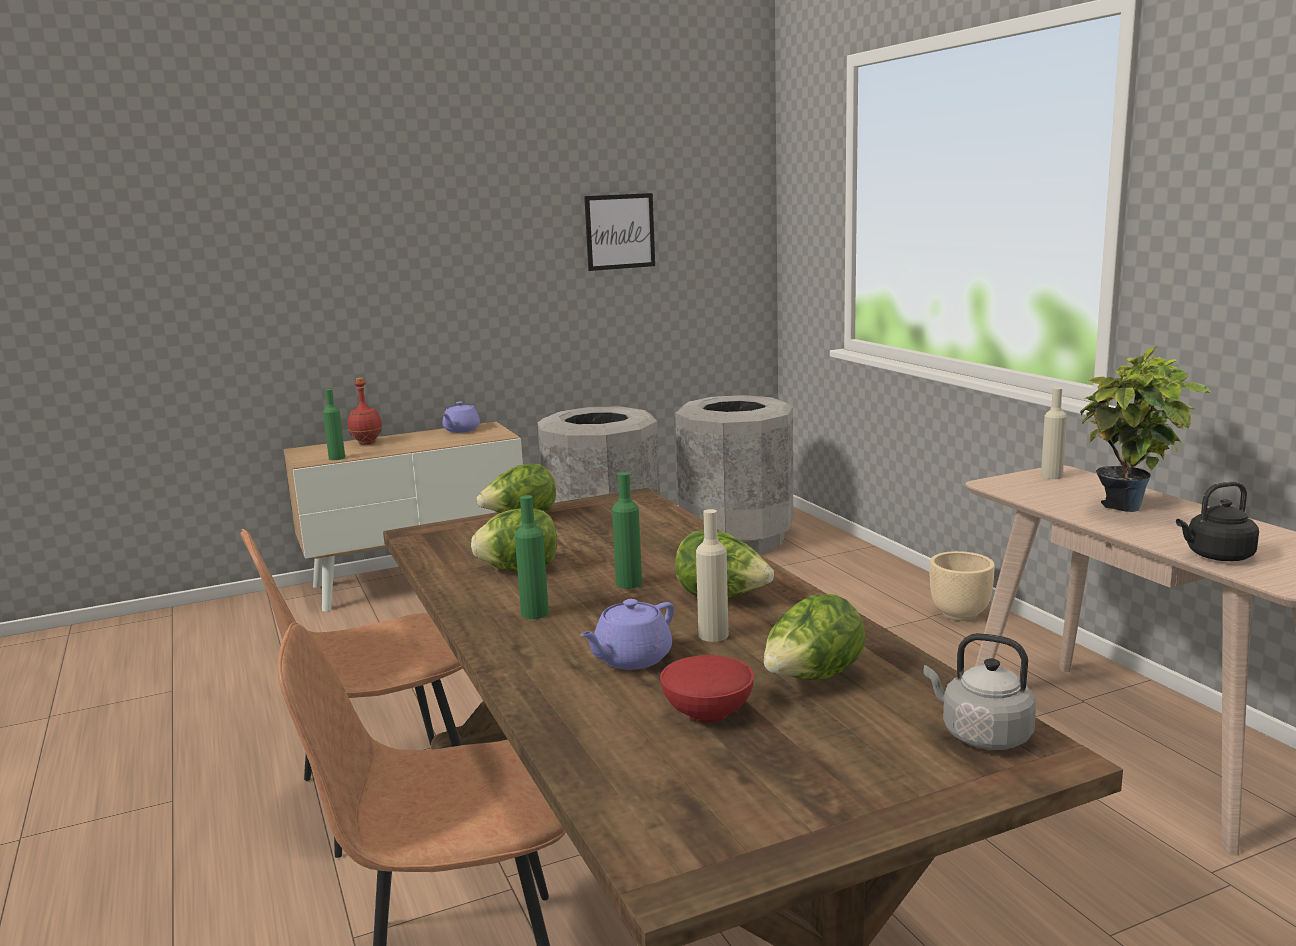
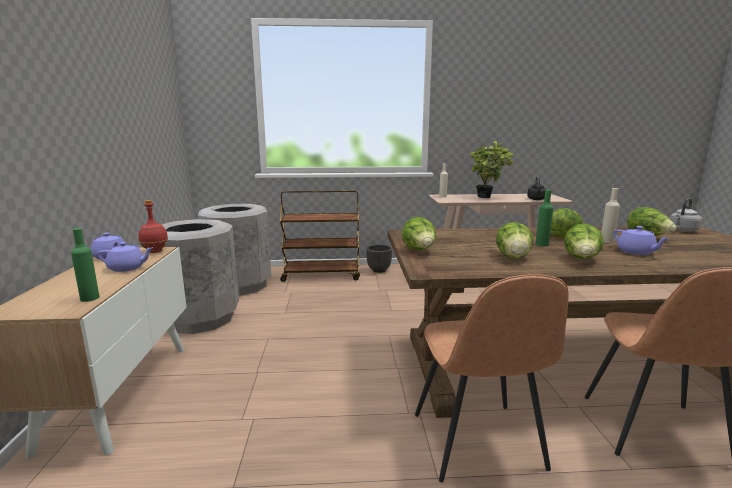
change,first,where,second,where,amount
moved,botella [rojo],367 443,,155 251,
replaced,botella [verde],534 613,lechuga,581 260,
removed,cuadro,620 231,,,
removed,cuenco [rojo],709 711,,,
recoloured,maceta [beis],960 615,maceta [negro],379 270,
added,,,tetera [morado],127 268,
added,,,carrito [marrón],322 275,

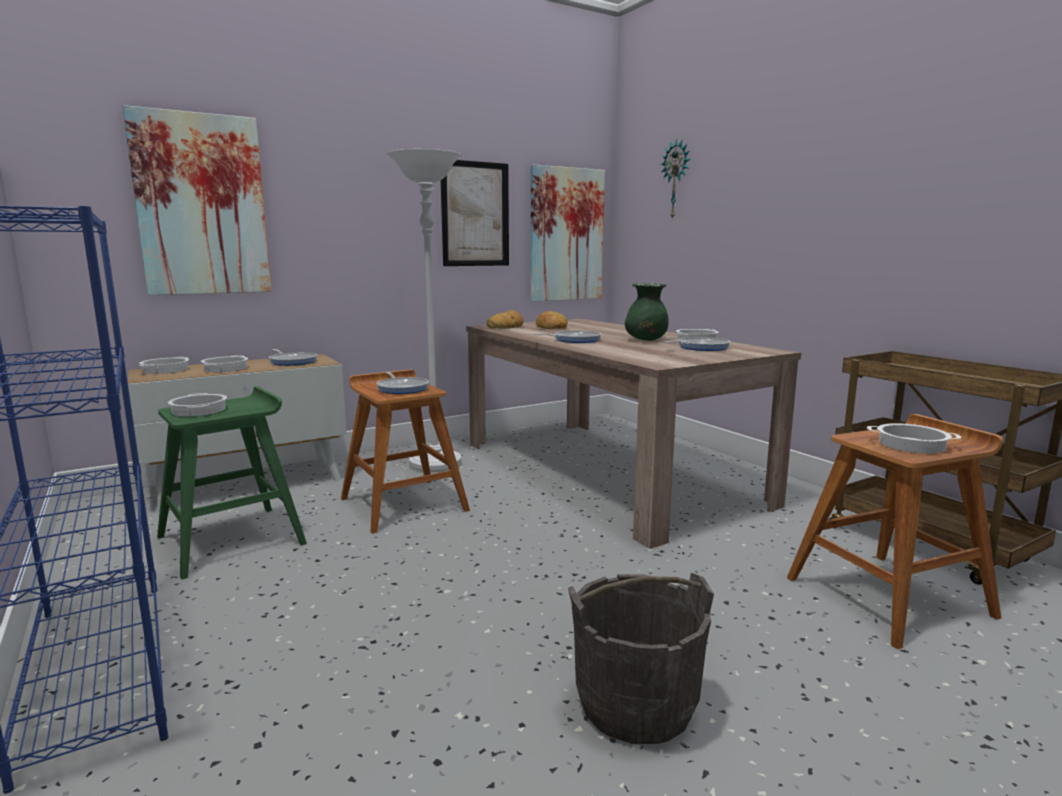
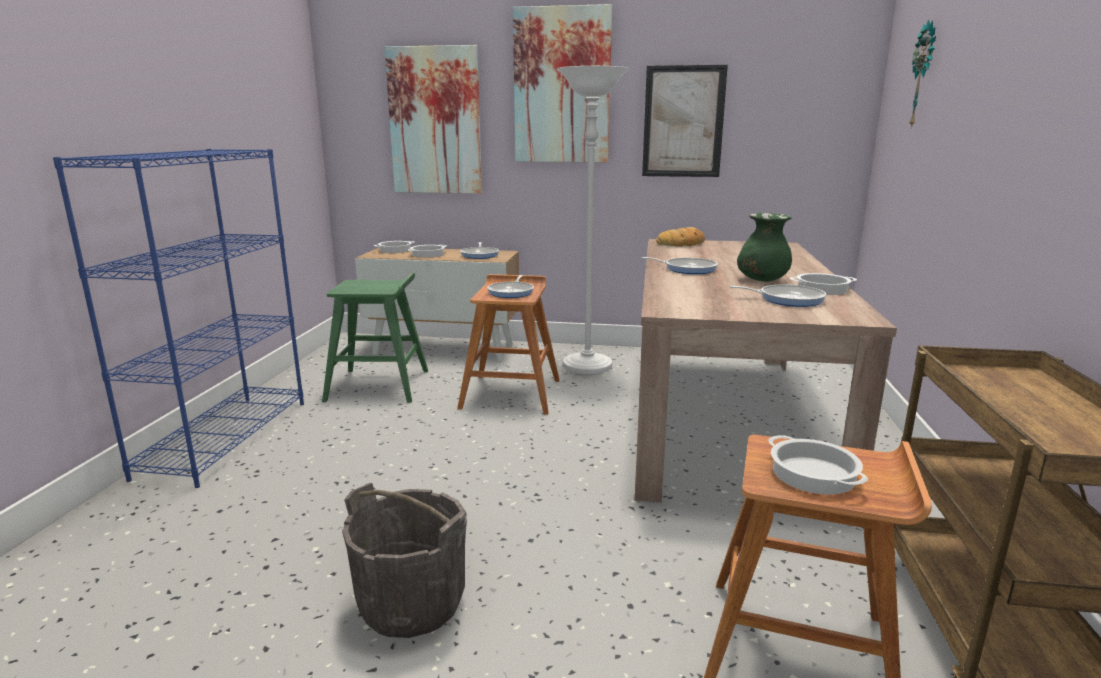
change,first,where,second,where,amount
removed,olla,199 410,,,
moved,cuadro,566 235,,562 86,
removed,pan,551 327,,,

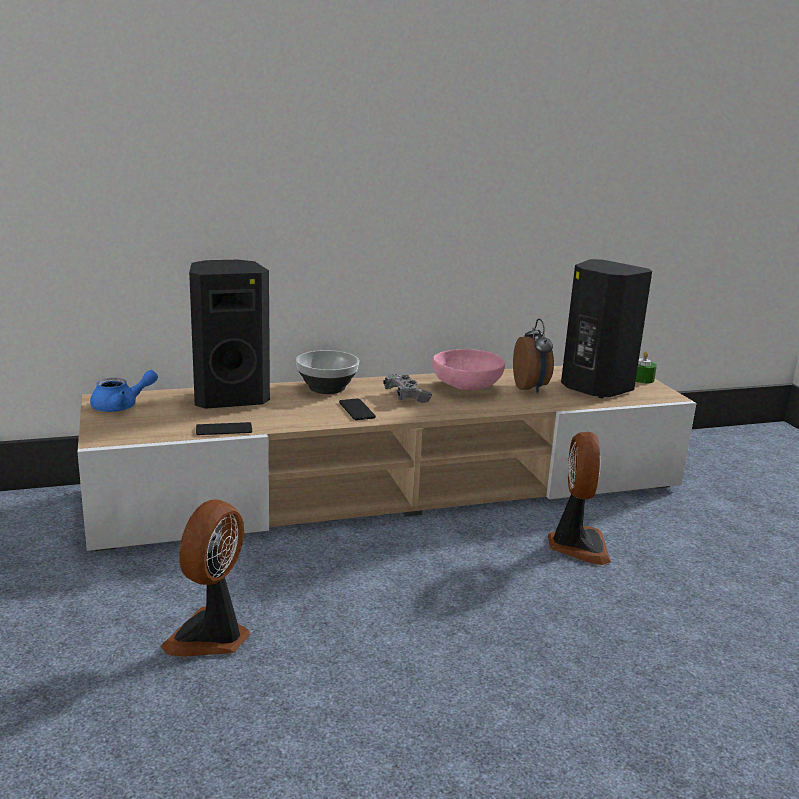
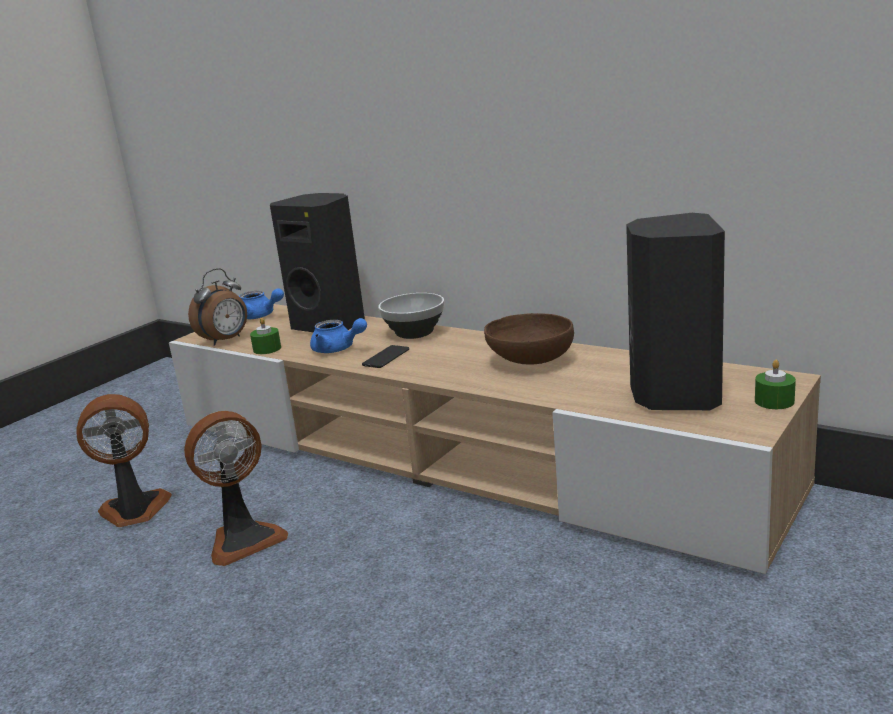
change,first,where,second,where,amount
replaced,móvil,224 429,vela [verde],267 349,
removed,mando de consola [gris],406 396,,,
recoloured,cuenco [rosa],466 388,cuenco [marrón],529 361,
moved,despertador,531 388,,226 340,
moved,ventilador,577 545,,243 539,
added,,,tetera [azul],337 349,

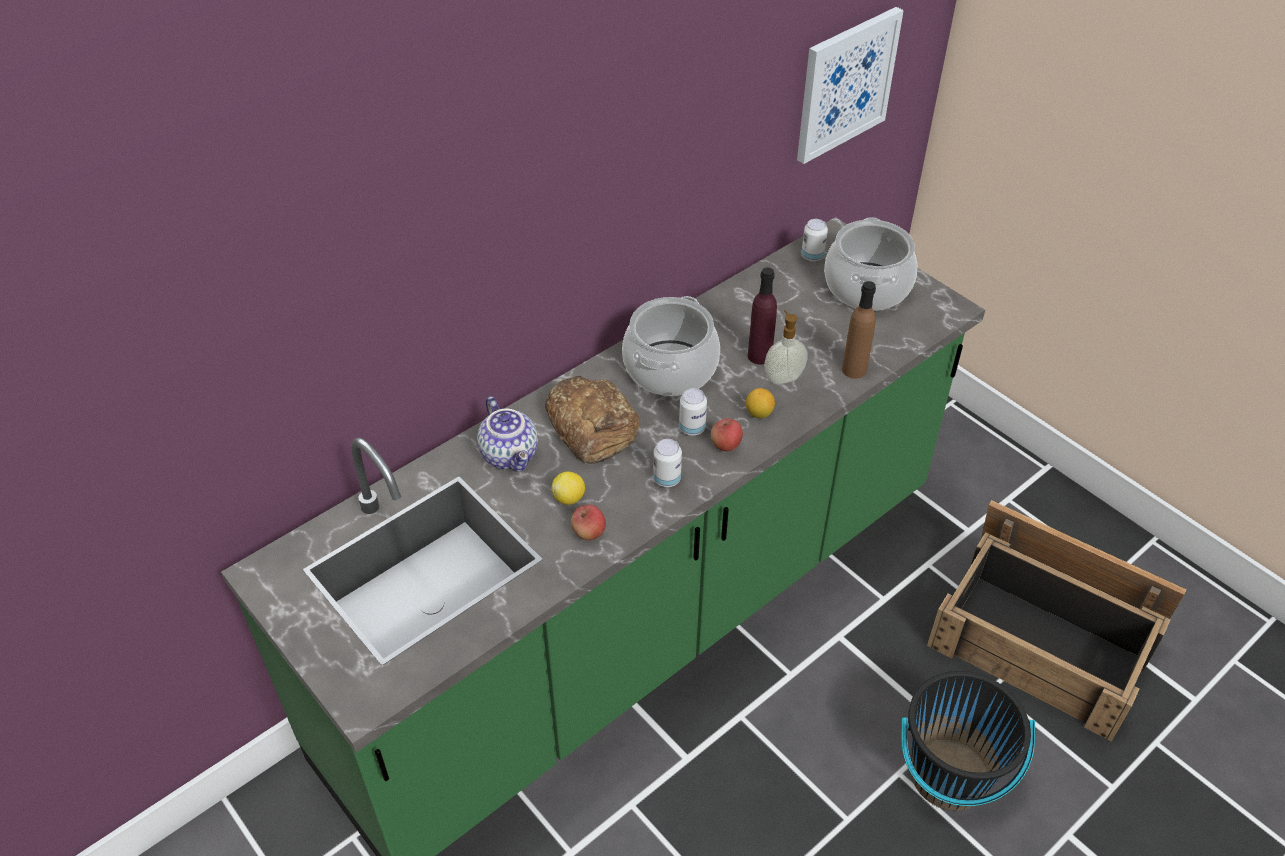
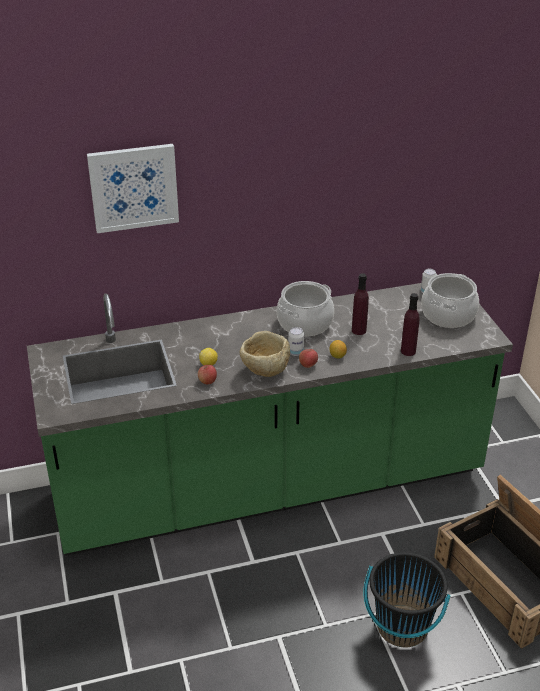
change,first,where,second,where,amount
removed,tetera,511 455,,,
removed,pan,592 426,,,
replaced,lata,667 479,cuenco [beis],265 370,
removed,dispensador de jabón,783 377,,,
moved,cuadro,845 84,,133 187,
recoloured,botella [marrón],854 370,botella [morado],408 351,

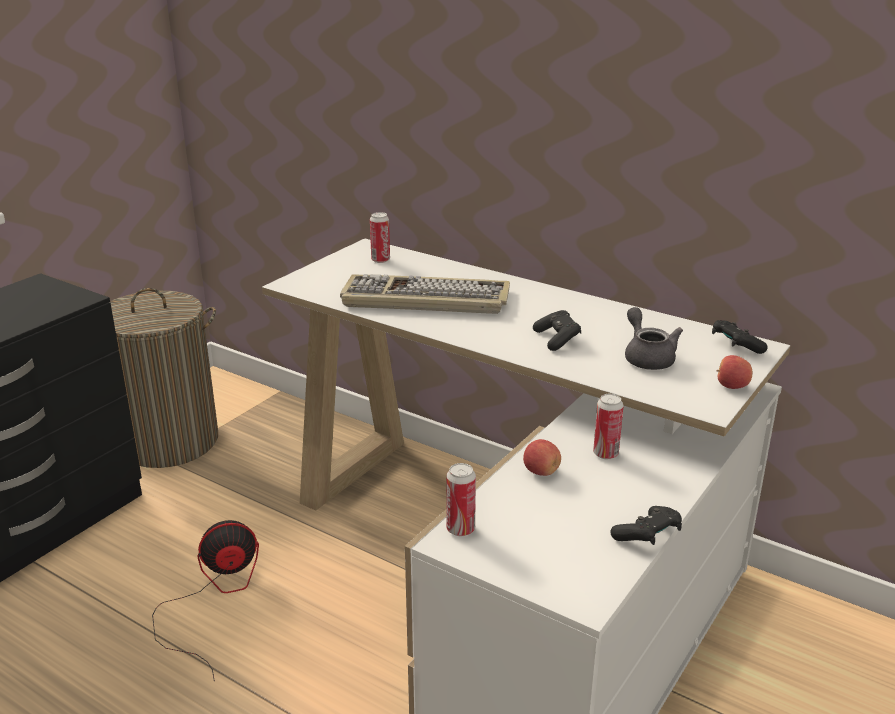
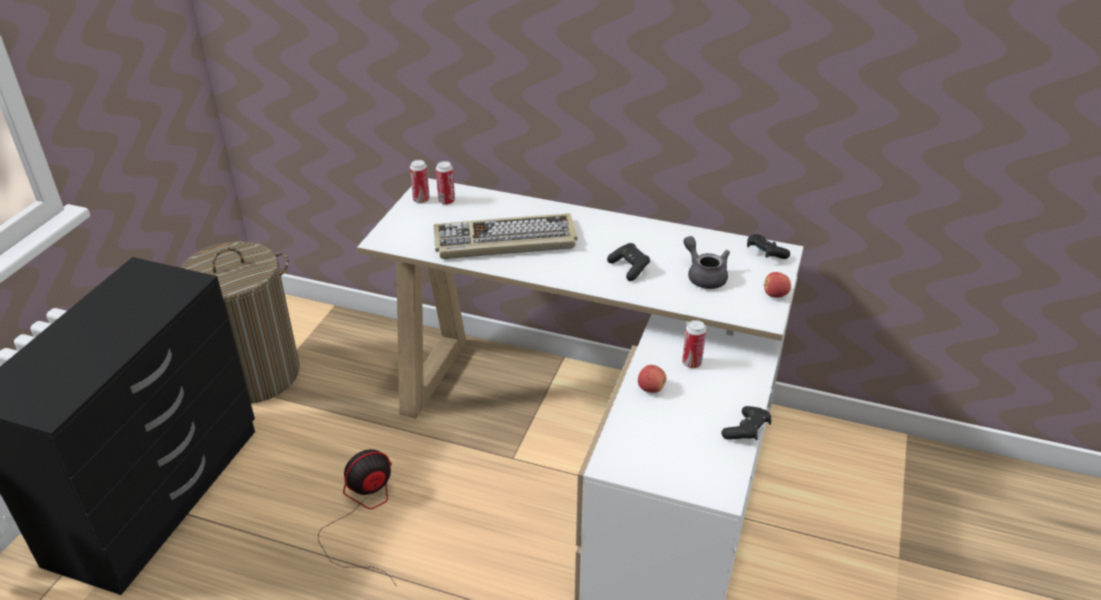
change,first,where,second,where,amount
moved,lata,460 529,,421 200,

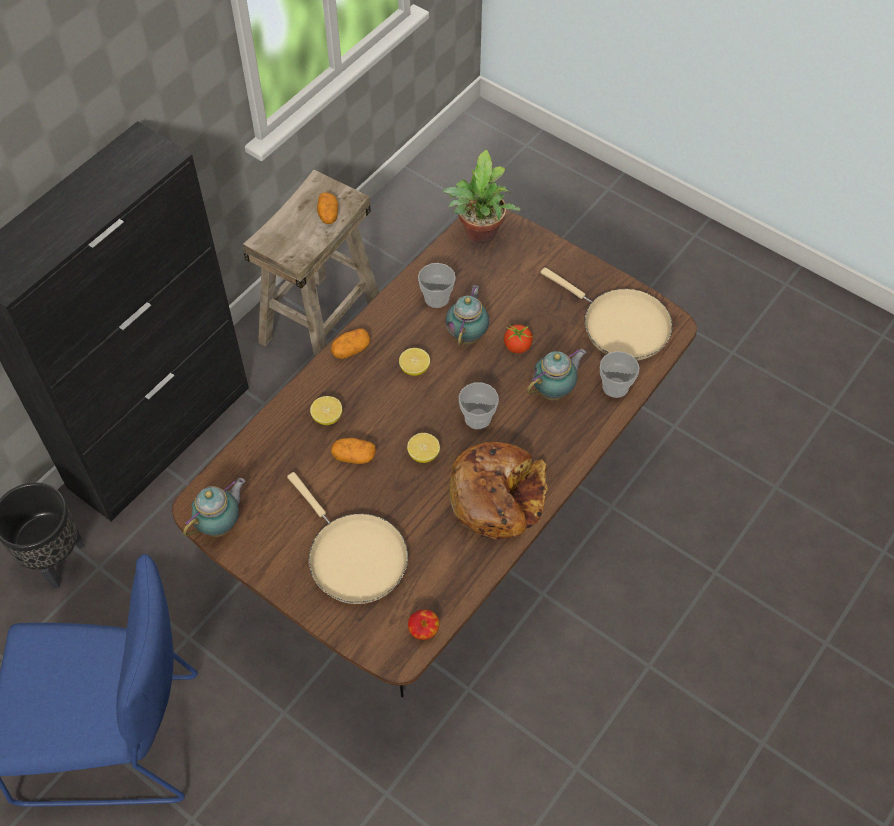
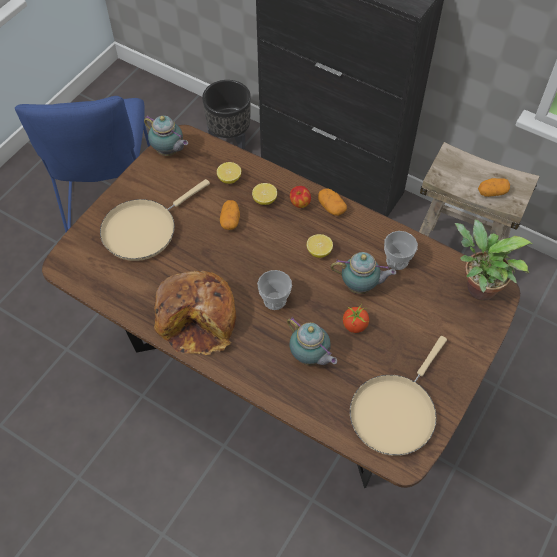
change,first,where,second,where,amount
moved,limón,423 454,,229 179,
moved,manzana,423 631,,300 203,
removed,taza,615 387,,,

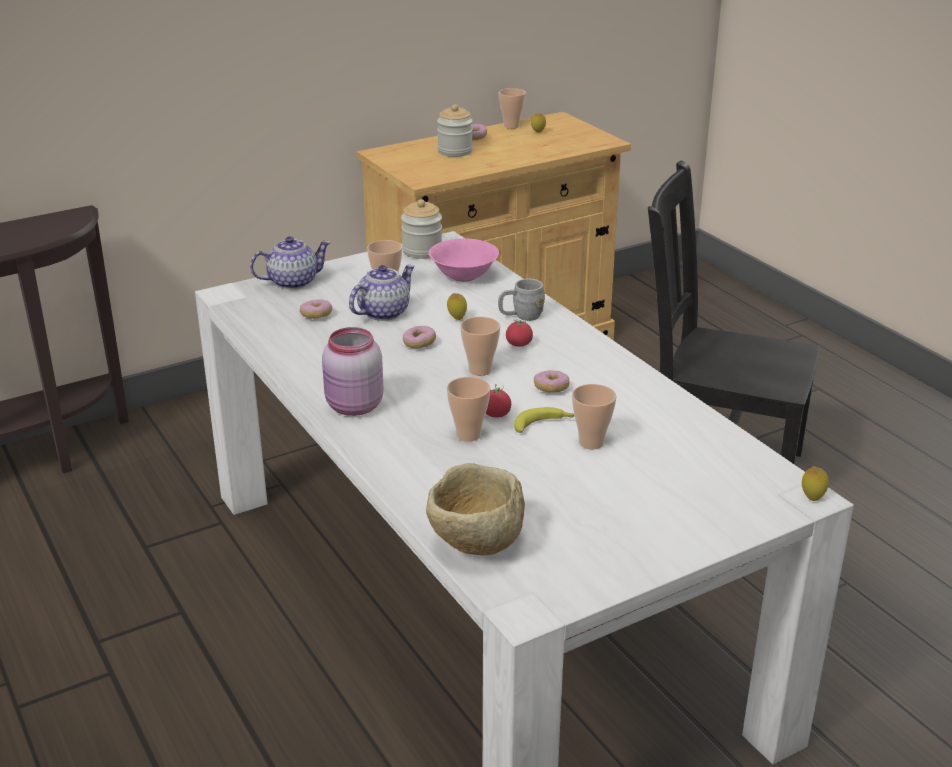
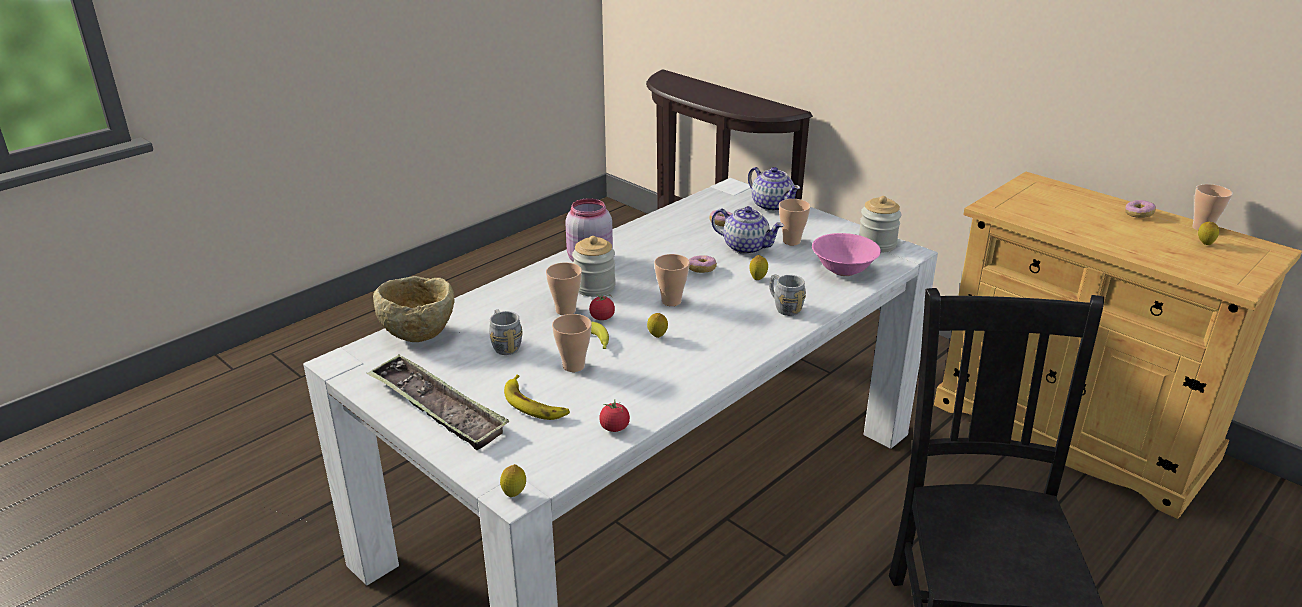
change,first,where,second,where,amount
moved,tarro,455 151,,594 287,
moved,tomate,519 344,,614 427,
replaced,rosquilla,551 388,limón,657 337,
added,,,bandeja,437 408,
added,,,taza grande [gris],504 344,
added,,,plátano,534 404,

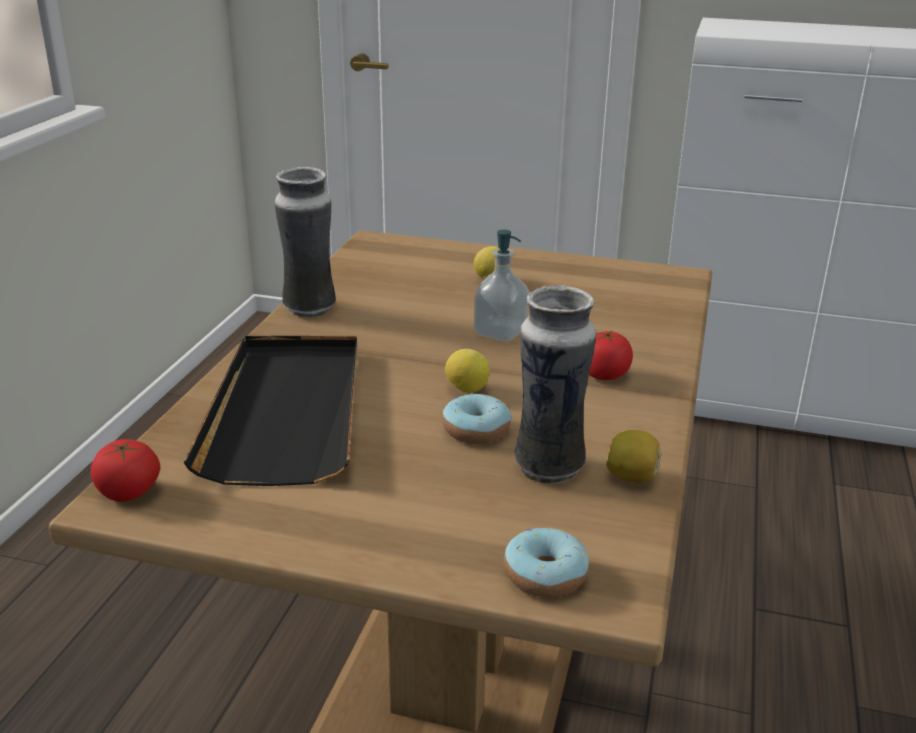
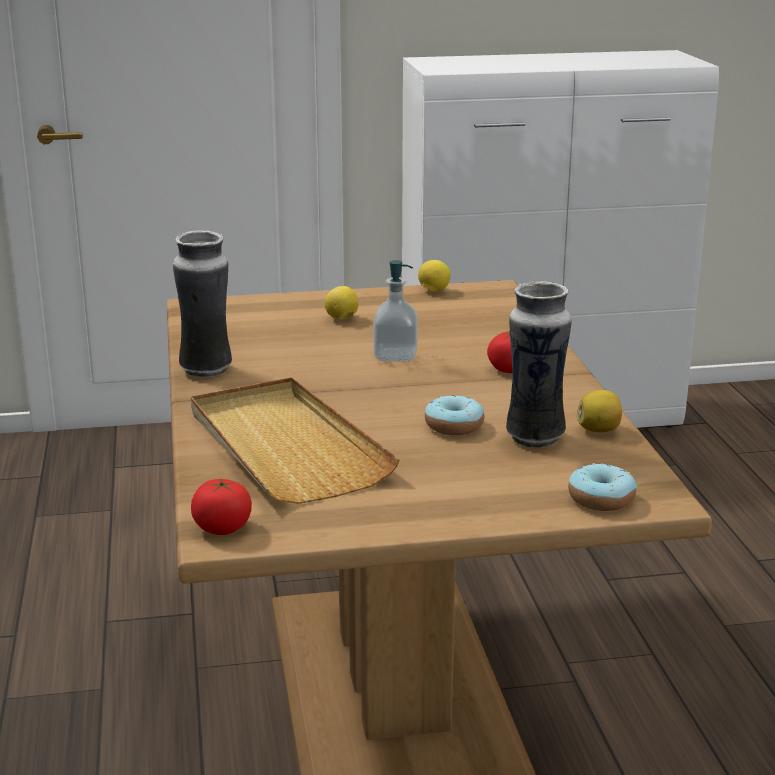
change,first,where,second,where,amount
recoloured,bandeja [negro],287 411,bandeja [beis],285 446,
moved,limón,466 389,,433 290,

